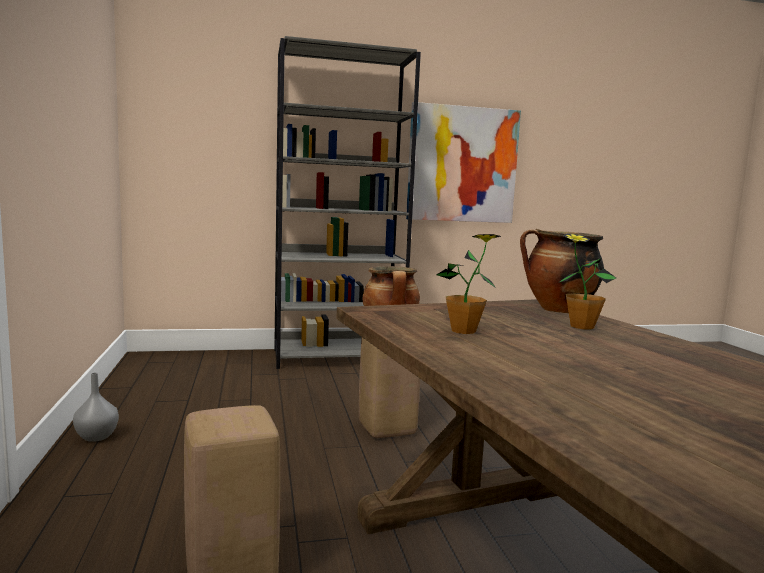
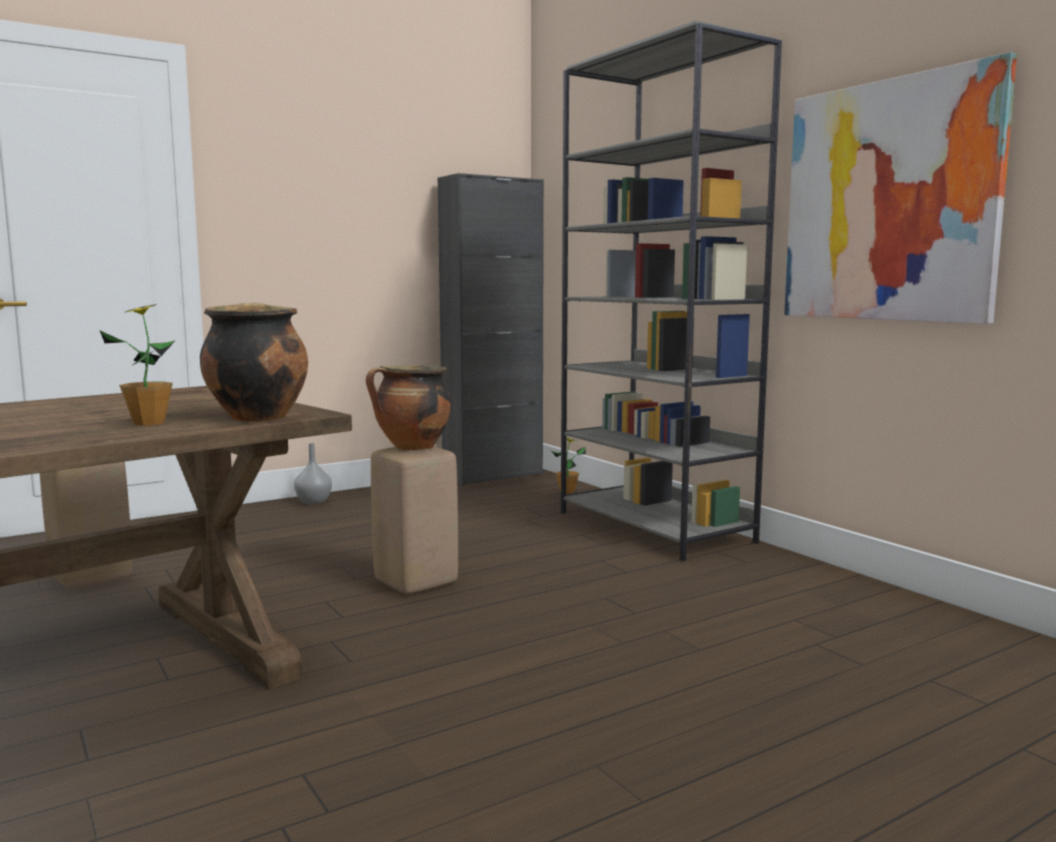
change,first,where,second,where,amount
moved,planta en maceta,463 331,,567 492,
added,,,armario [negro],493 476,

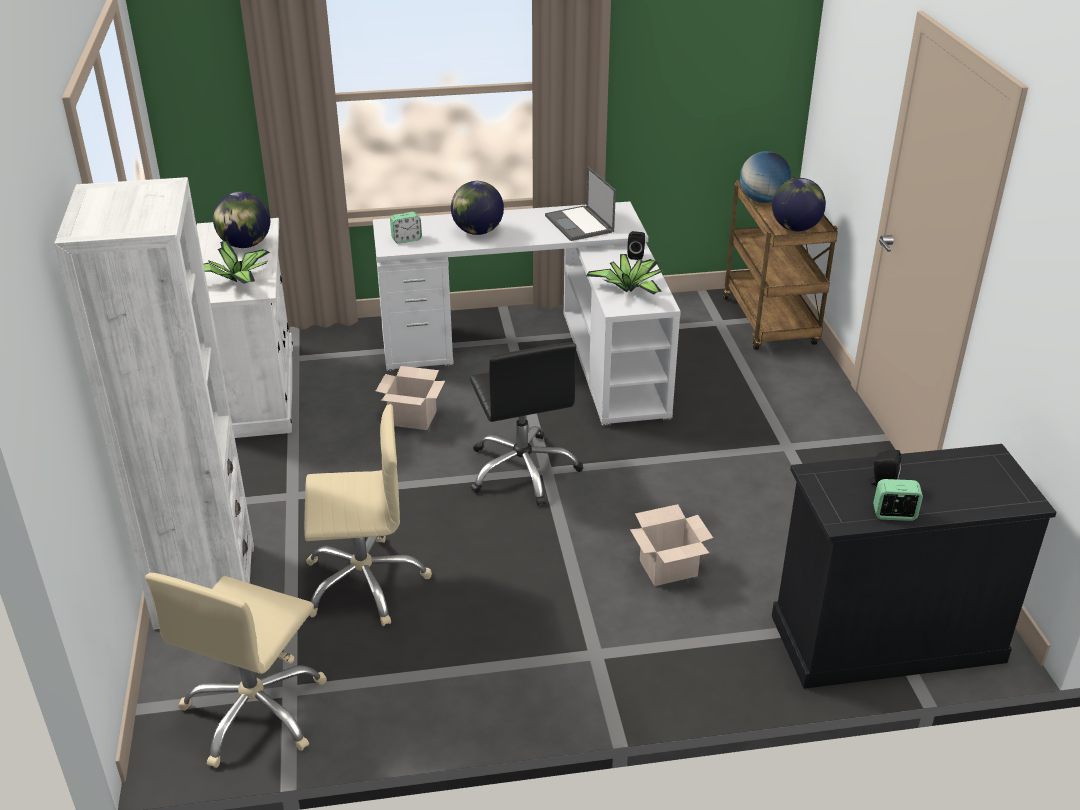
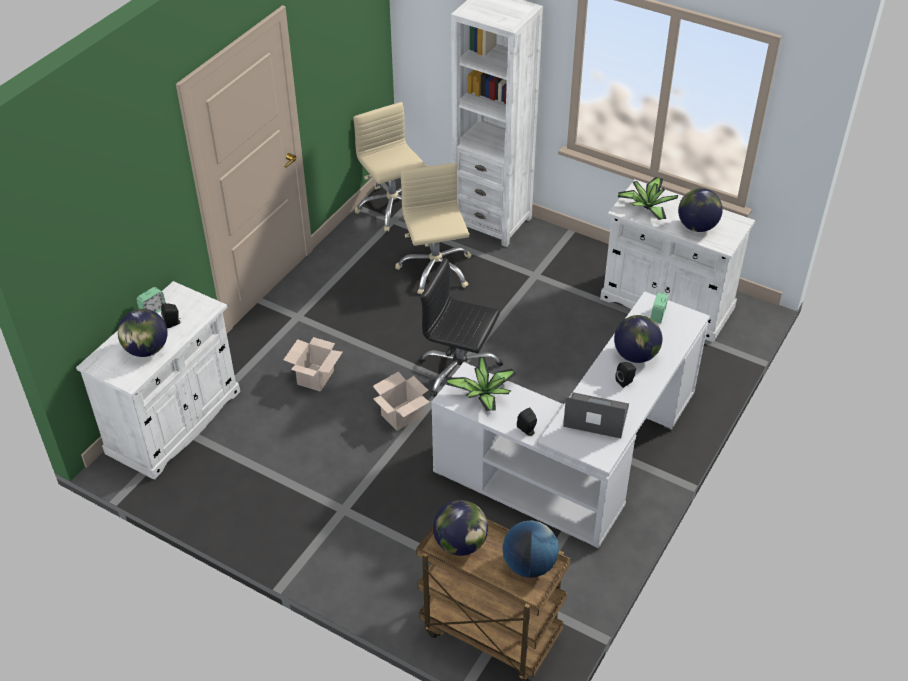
change,first,where,second,where,amount
turned,silla de oficina [beis],364 582,,435 269,135 degrees clockwise
moved,caja de cartón,414 418,,401 416,
recoloured,armario [negro],886 638,armario [blanco],174 422,
added,,,globo terráqueo,147 350,
added,,,altavoz [negro],625 381,

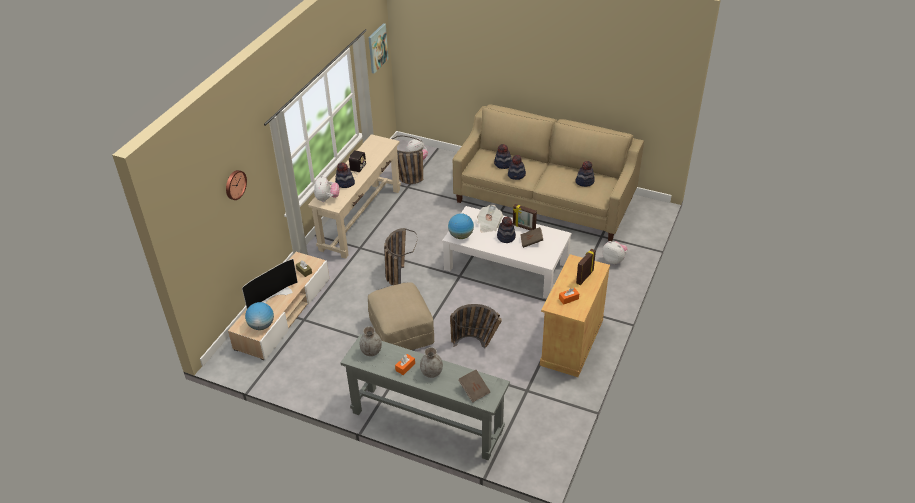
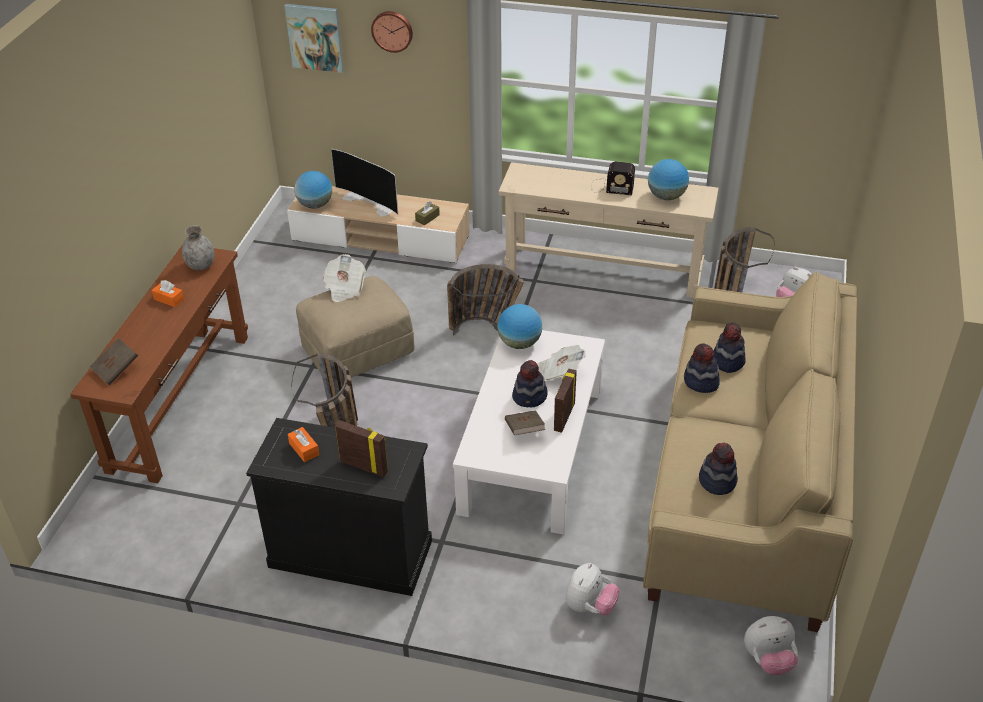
change,first,where,second,where,amount
moved,peluche,327 199,,768 660,
removed,sombrero,345 183,,,
recoloured,mesa consola [gris],427 421,mesa consola [marrón],180 401,
moved,cuadro,377 48,,315 37,
removed,florero [gris],431 372,,,
recoloured,armario [beis],571 342,armario [negro],351 553,
added,,,periódico,344 288,
added,,,globo terráqueo,666 196,

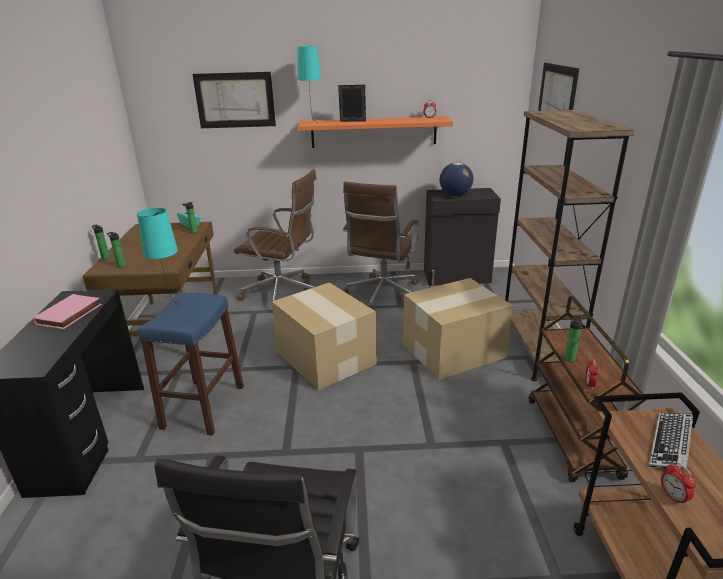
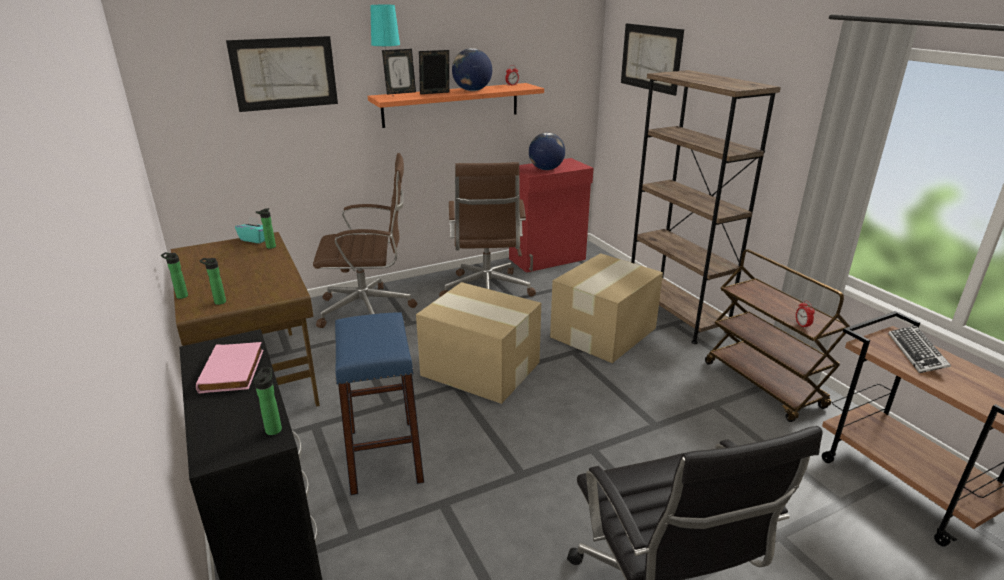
change,first,where,second,where,amount
removed,lámpara de mesa [turquesa],171 304,,,
recoloured,armario [negro],457 277,armario [rojo],548 259,
moved,botella,569 357,,274 428,
removed,despertador,673 497,,,
added,,,portarretratos,400 93,
added,,,globo terráqueo,472 91,

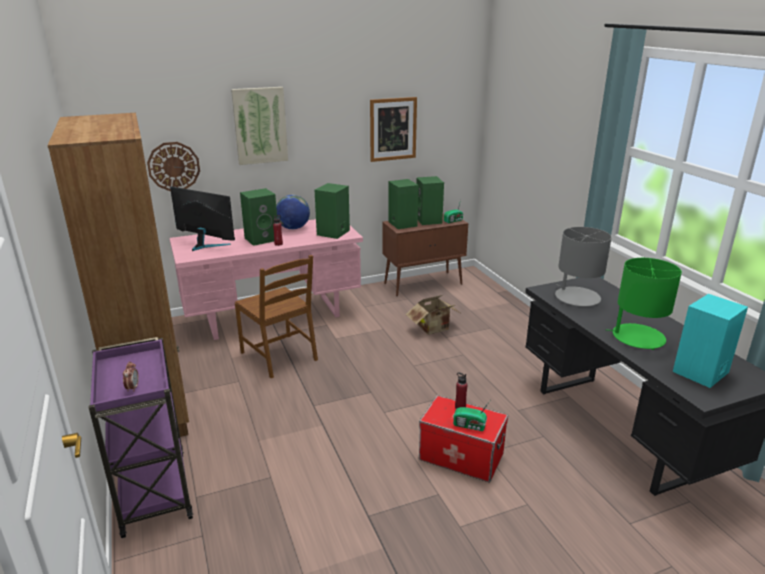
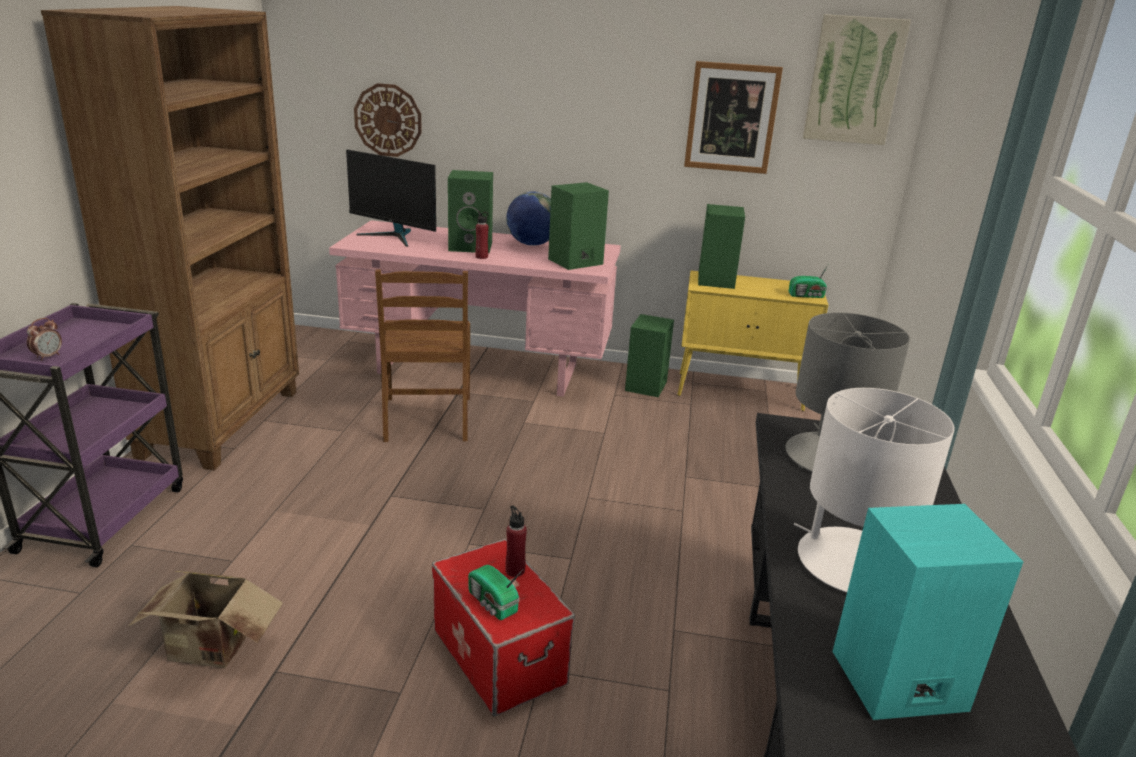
change,first,where,second,where,amount
turned,monitor,204 245,,394 236,150 degrees clockwise
moved,cuadro,260 125,,854 80,
recoloured,armario [marrón],423 284,armario [amarillo],741 392,
moved,caja de cartón,435 329,,210 650,
moved,altavoz [verde],429 220,,646 387,
recoloured,lámpara de mesa [verde],637 337,lámpara de mesa [blanco],851 562,

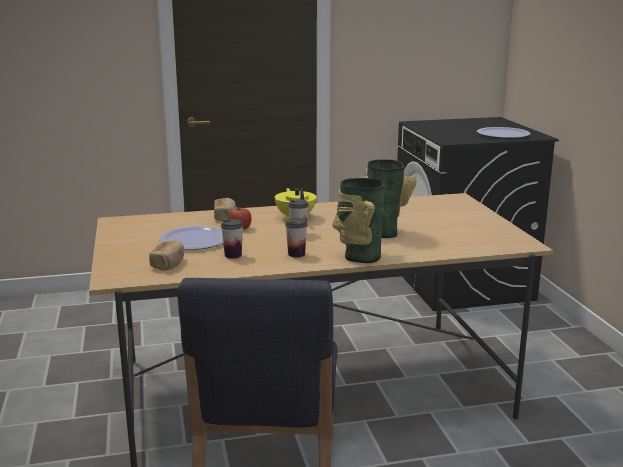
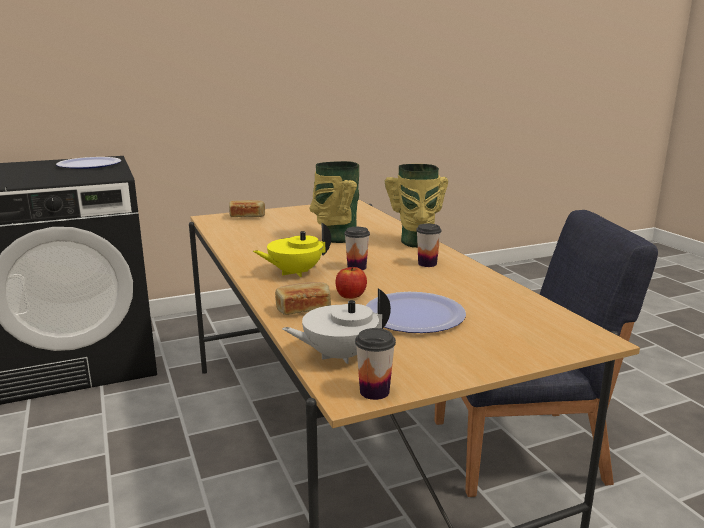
change,first,where,second,where,amount
moved,pan,168 263,,247 216,
moved,taza,233 255,,374 391,
added,,,tetera [blanco],339 355,

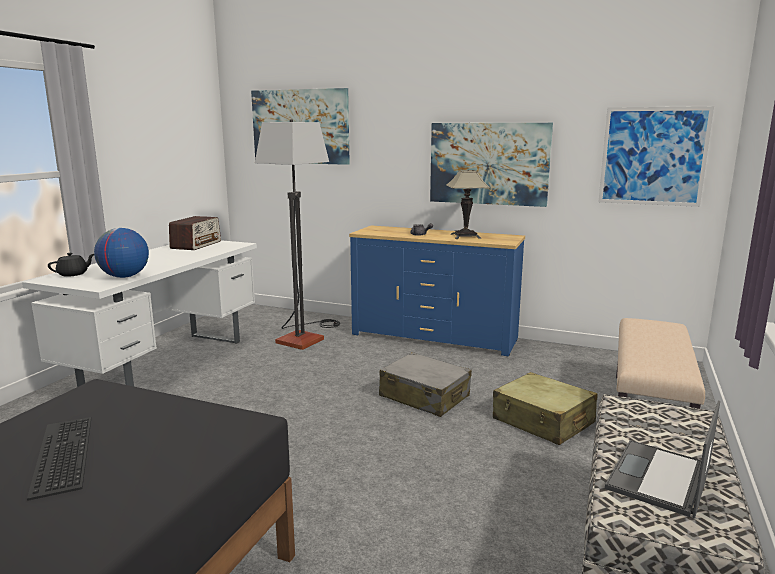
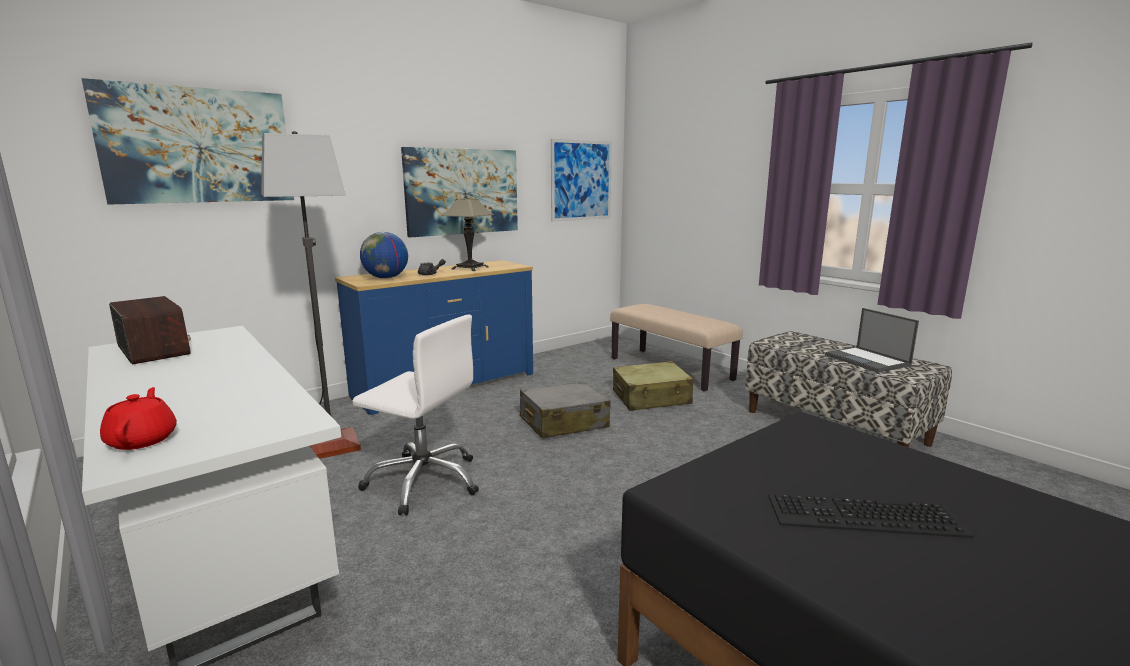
change,first,where,second,where,amount
recoloured,tetera [negro],73 274,tetera [rojo],143 439,
moved,globo terráqueo,124 277,,386 278,
added,,,silla de oficina [blanco],424 481,

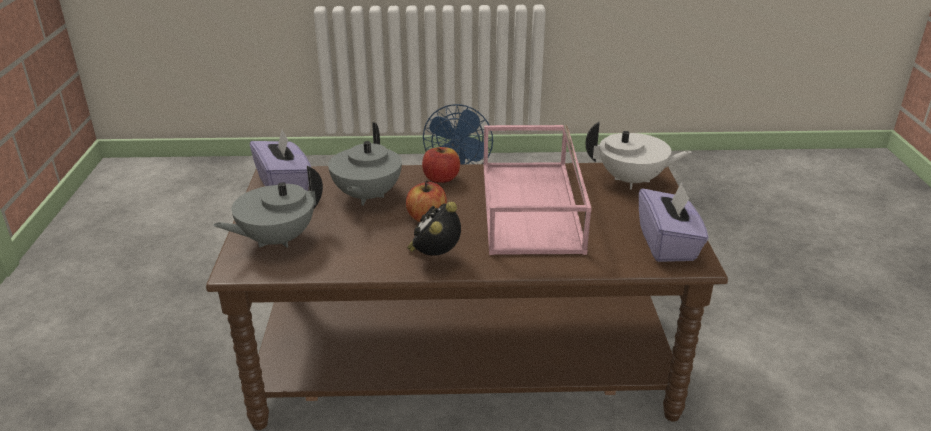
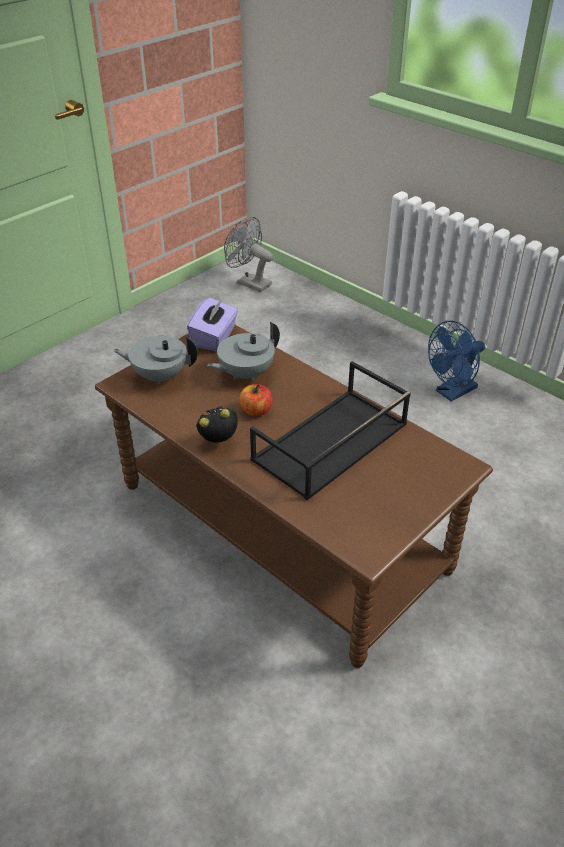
change,first,where,second,where,amount
removed,manzana,441 178,,,
recoloured,bandeja [rosa],532 207,bandeja [negro],330 443,
removed,tetera [blanco],632 181,,,
removed,caja de pañuelos [morado],668 244,,,
added,,,ventilador [gris],249 283,

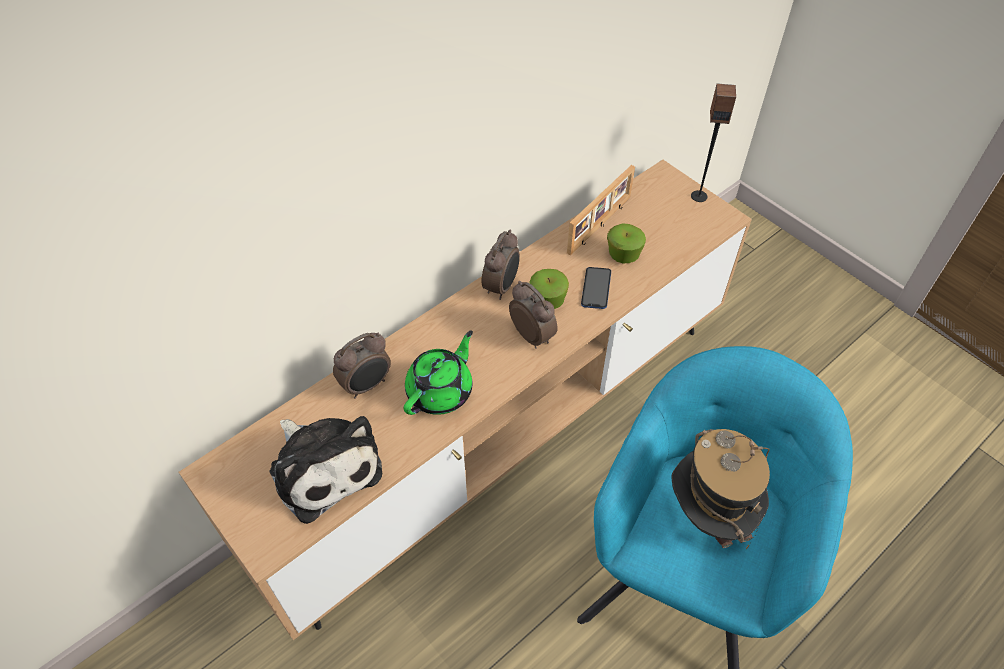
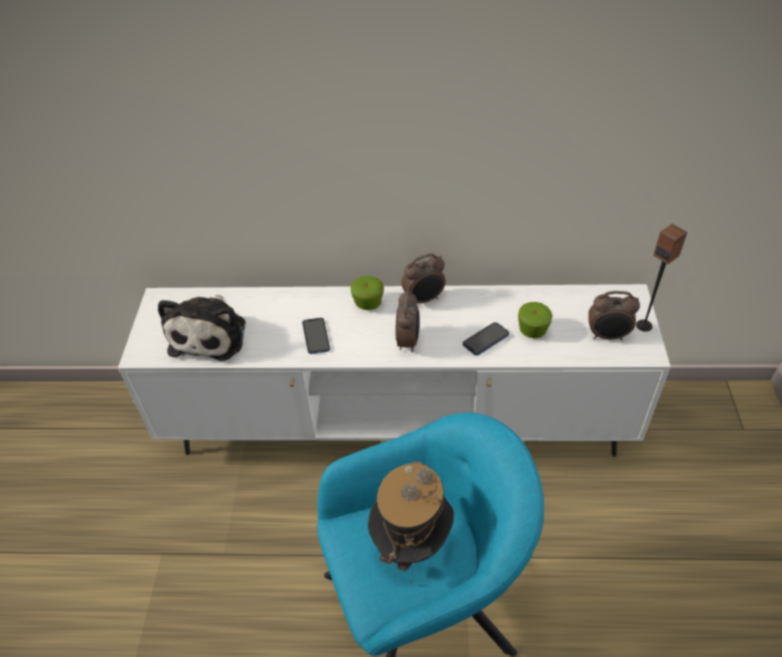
change,first,where,second,where,amount
recoloured,mueble de televisión [marrón],500 438,mueble de televisión [blanco],396 426,
moved,despertador,367 385,,607 336,
replaced,tetera [verde],441 391,móvil,316 336,
moved,manzana,547 301,,368 303,
removed,portarretratos,600 225,,,

